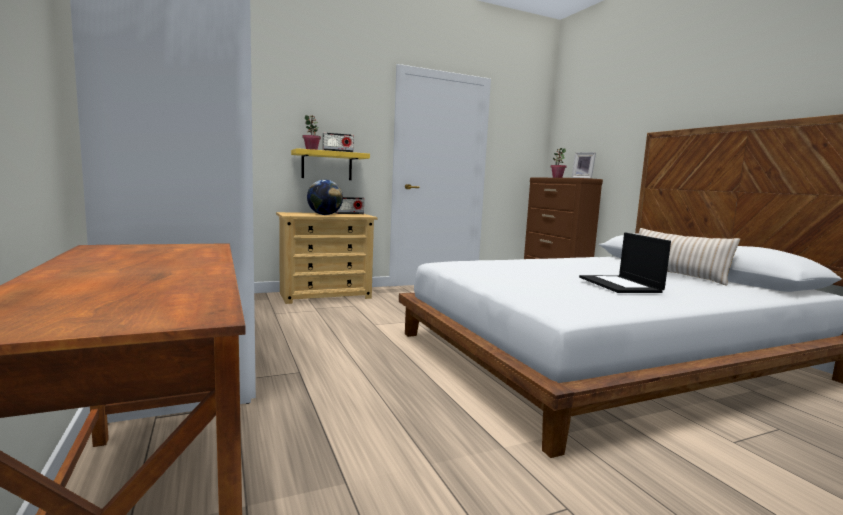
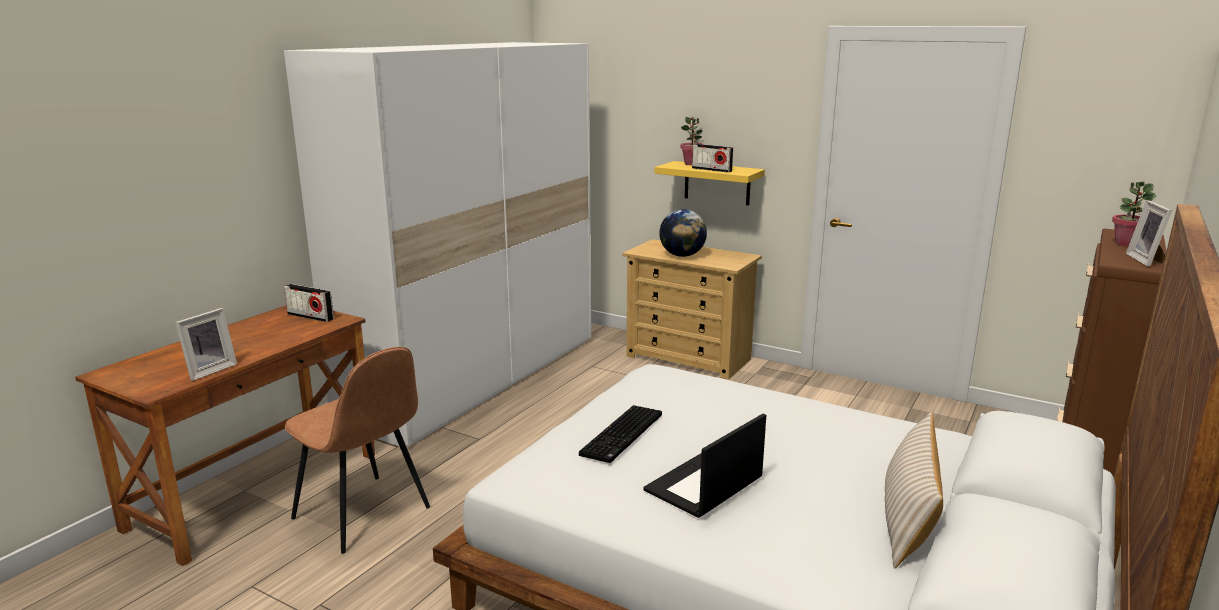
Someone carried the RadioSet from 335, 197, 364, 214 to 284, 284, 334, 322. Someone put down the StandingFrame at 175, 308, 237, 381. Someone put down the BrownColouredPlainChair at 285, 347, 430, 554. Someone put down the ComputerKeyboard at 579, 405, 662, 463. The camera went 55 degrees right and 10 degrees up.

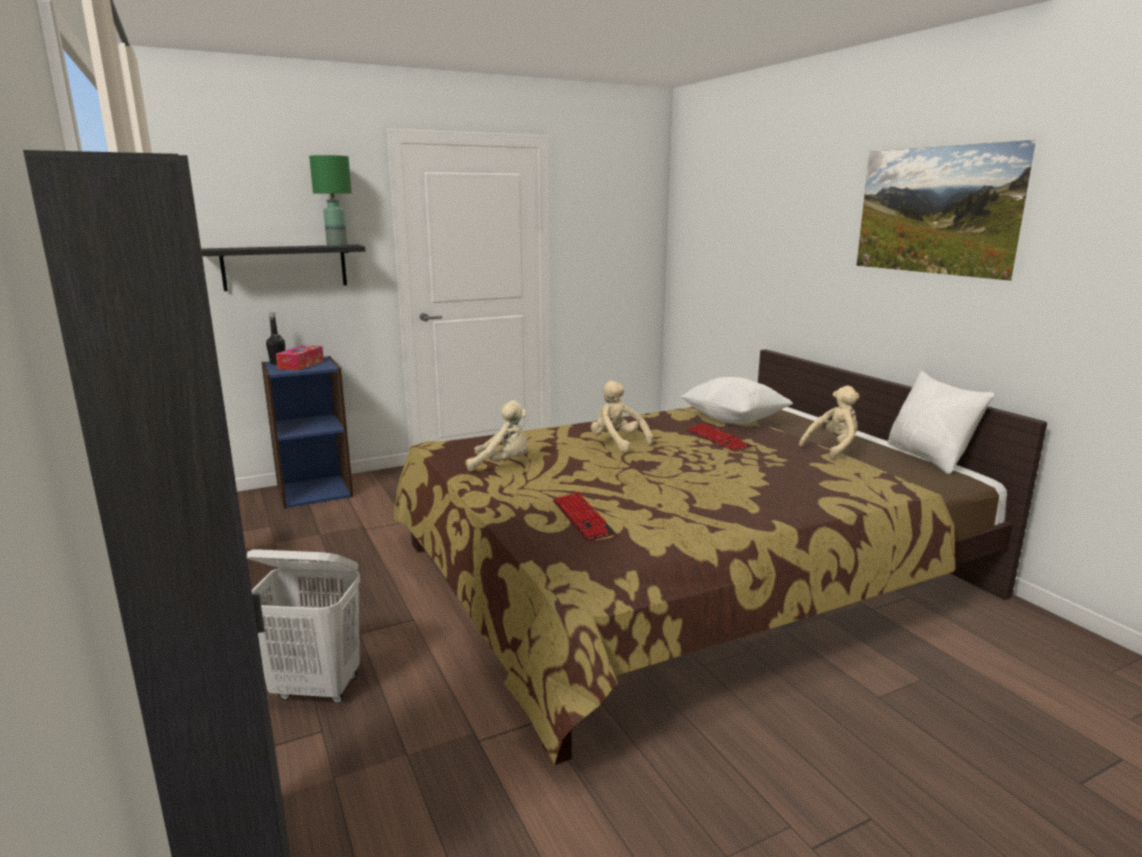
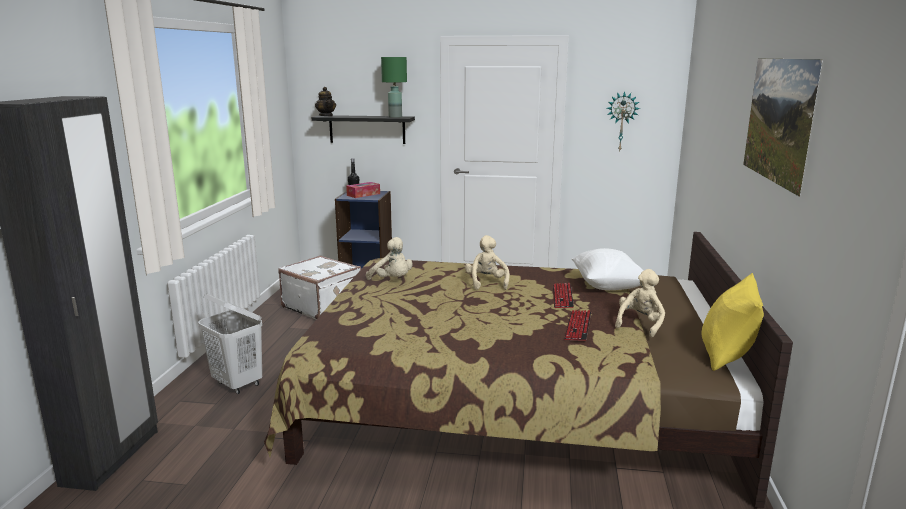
Someone repainted the WhitishThrowPillow at 888, 371, 994, 474, which became the YellowishThrowPillow at 701, 273, 764, 371. Someone rotated the SandColouredSoftToy at 799, 386, 860, 459 by 60 degrees counterclockwise. Someone carried the ComputerKeyboard from 553, 492, 616, 541 to 564, 310, 591, 341. Someone put down the TeaPot at 315, 87, 336, 116. Someone put up the ClockOnTheWall at 607, 91, 640, 151. Someone put down the WhitishPieceOfLuggage at 278, 256, 361, 320. The camera went 35 degrees right and 0 degrees up.

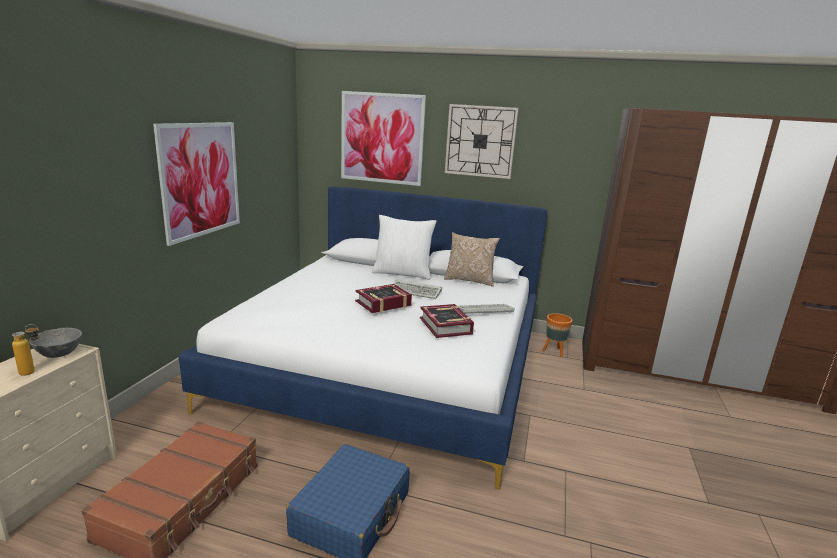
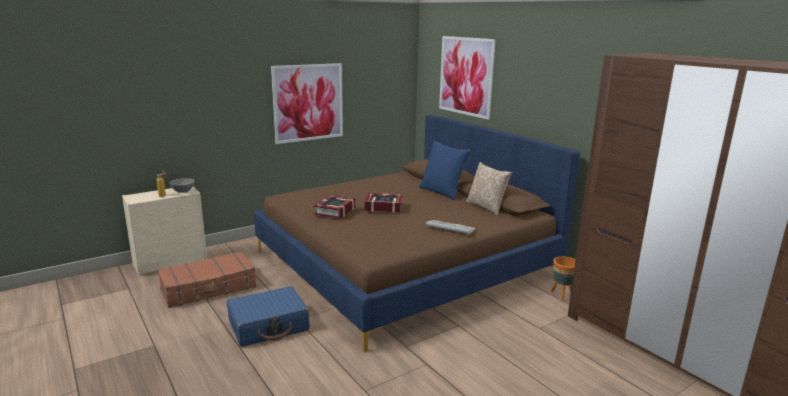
Someone took away the ClockOnTheWall at 445, 104, 519, 179. Someone repainted the WhitishBedroomBed at 179, 186, 548, 490, which became the BrownColouredBedroomBed at 254, 115, 580, 352. Someone repainted the WhitishThrowPillow at 372, 215, 436, 280, which became the BlueColouredThrowPillow at 419, 141, 470, 200. Someone took away the ComputerKeyboard at 393, 279, 442, 299. Someone carried the Volume from 420, 304, 474, 338 to 314, 195, 355, 219. The camera went 40 degrees right and 0 degrees up.

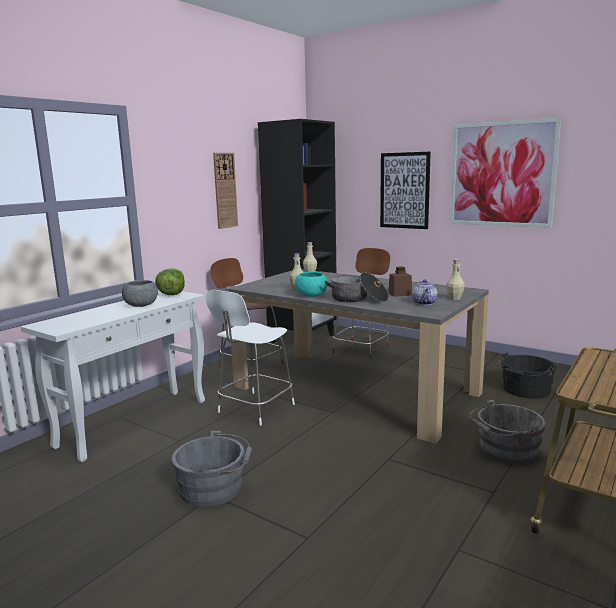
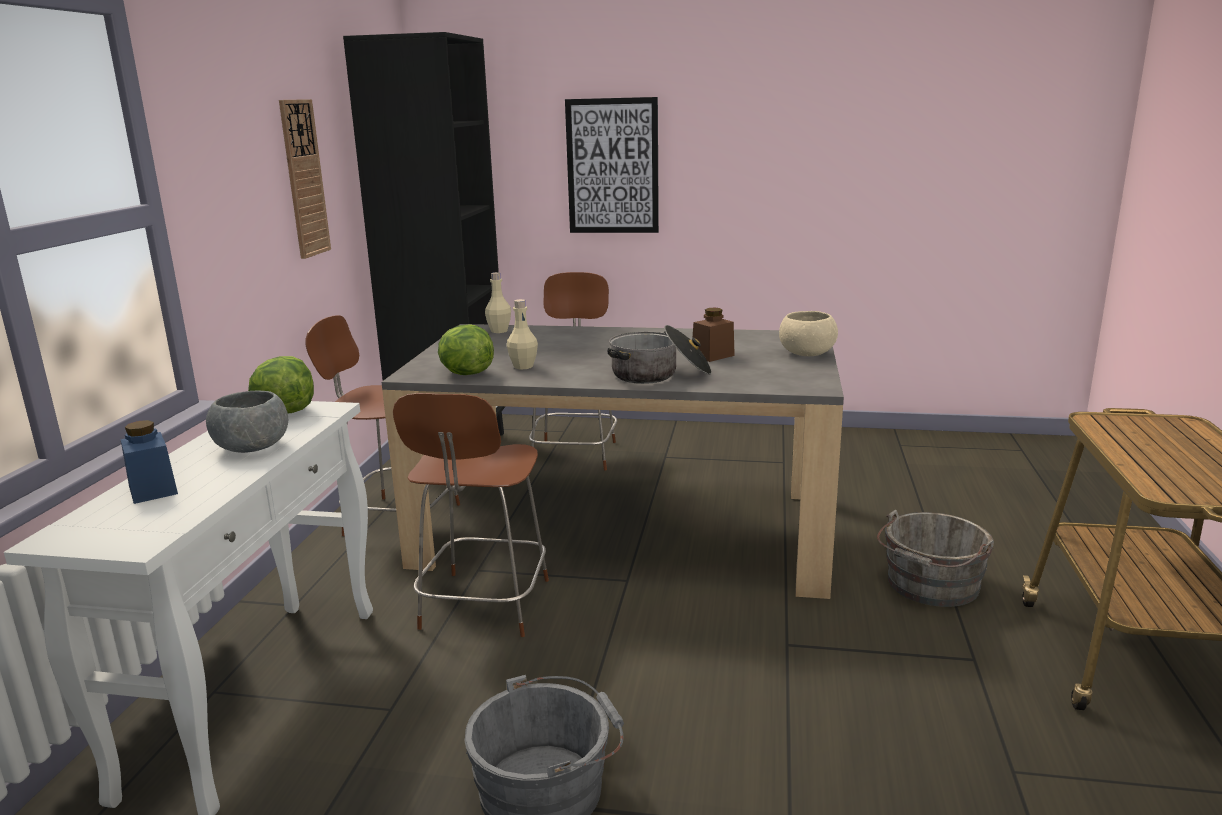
Someone took away the WallPicture at 450, 118, 561, 228. Someone swapped the SandColouredBeverageBottle at 446, 259, 465, 300 for the SandColouredServingBowl at 779, 311, 838, 356. Someone took away the BlueGreenServingBowl at 295, 272, 327, 297. Someone took away the TeaPot at 412, 279, 437, 305. Someone repainted the WhitishPlainChair at 206, 290, 295, 426, which became the BrownColouredPlainChair at 393, 393, 549, 637. Someone took away the BlackPail at 497, 353, 557, 399. Someone put down the Lettuce at 438, 324, 494, 375. Someone put down the BlueColouredPreserveJar at 120, 420, 178, 504. The camera went 25 degrees left and 5 degrees up.

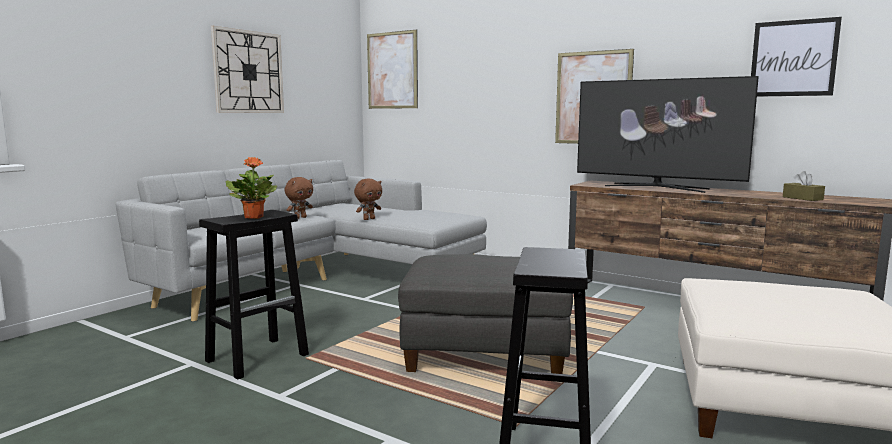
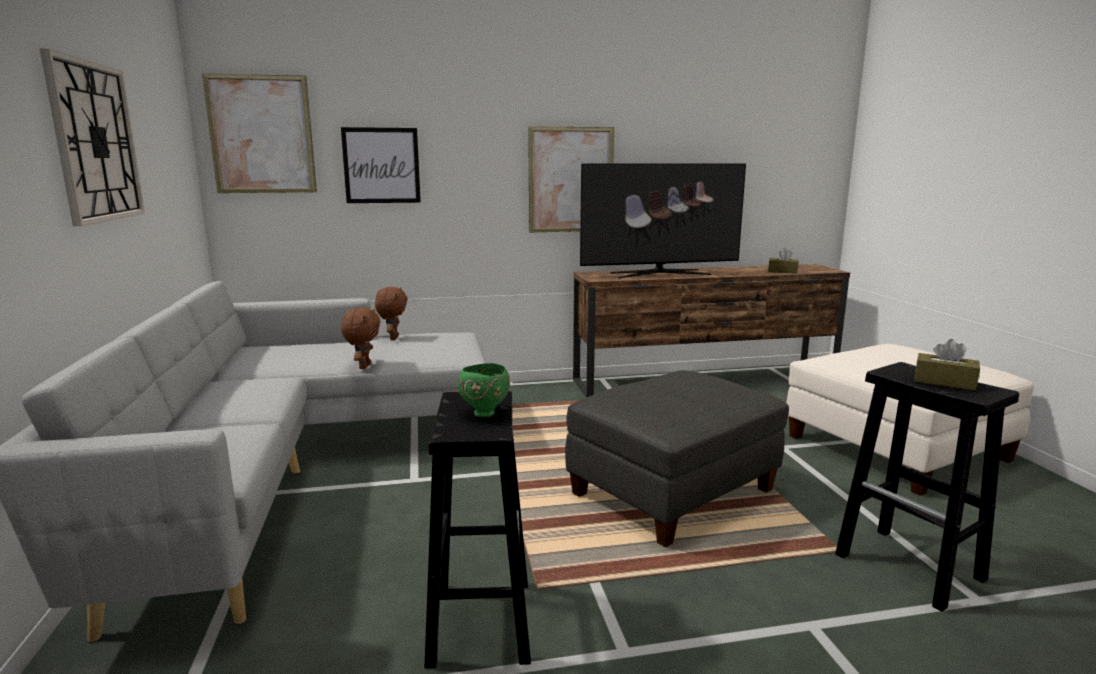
Someone carried the WallPicture from 751, 17, 842, 97 to 341, 127, 421, 203. Someone swapped the PlantInAPot at 226, 157, 277, 219 for the GreenServingBowl at 457, 363, 510, 417. Someone carried the BrownColouredSoftToy from 285, 177, 313, 219 to 375, 287, 408, 340. Someone put down the BrownColouredTissueHolder at 914, 339, 980, 391. The camera went 45 degrees left and 5 degrees up.

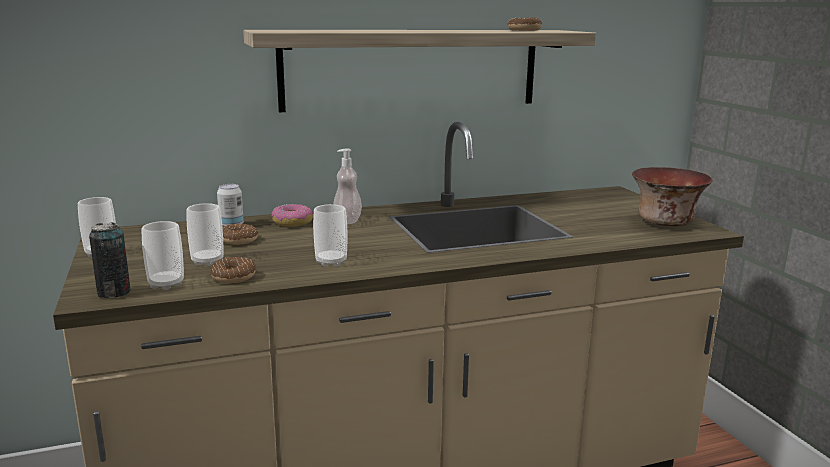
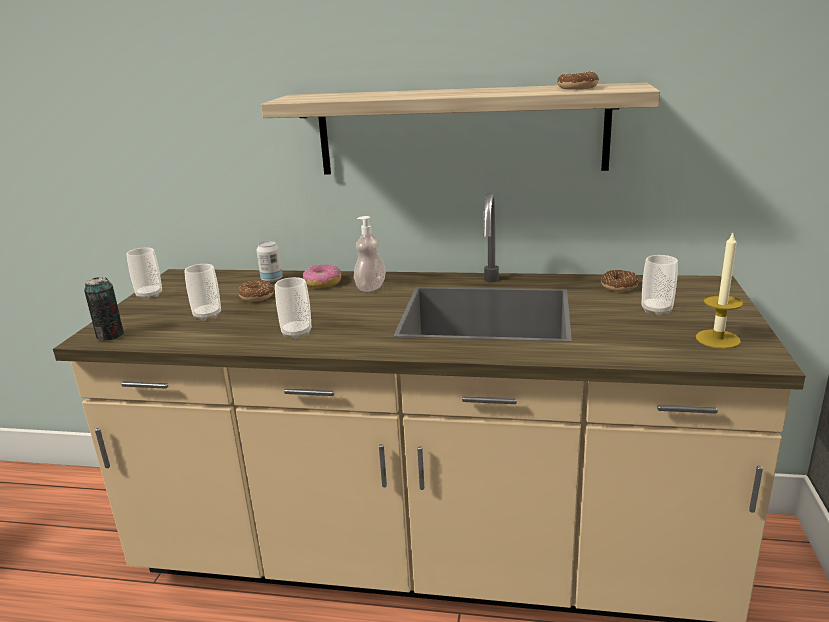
Someone swapped the ServingBowl at 632, 167, 713, 226 for the WaxCandle at 696, 233, 743, 349. Someone carried the Cup from 142, 221, 184, 290 to 642, 255, 678, 315. Someone carried the RingDoughnut from 210, 257, 256, 283 to 601, 270, 639, 292. The camera went 30 degrees right and 5 degrees up.

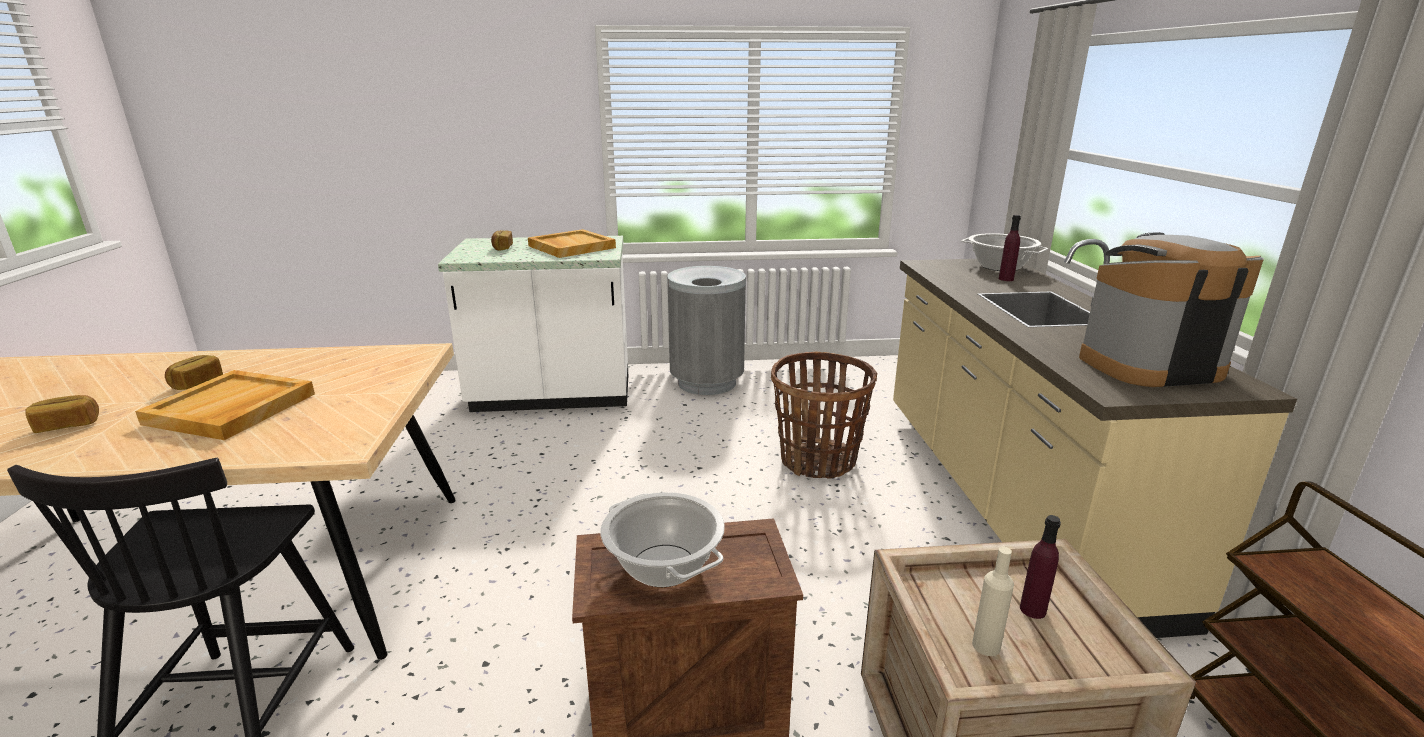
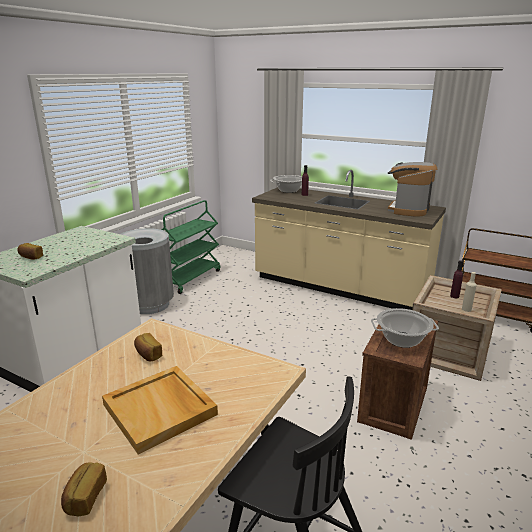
Someone took away the SandColouredTray at 528, 229, 616, 258. Someone took away the Basket at 771, 352, 877, 479. Someone carried the BakeryBread from 165, 355, 223, 390 to 134, 333, 162, 361. Someone put down the GreenTrolley at 162, 200, 221, 294. The camera went 55 degrees left and 0 degrees up.

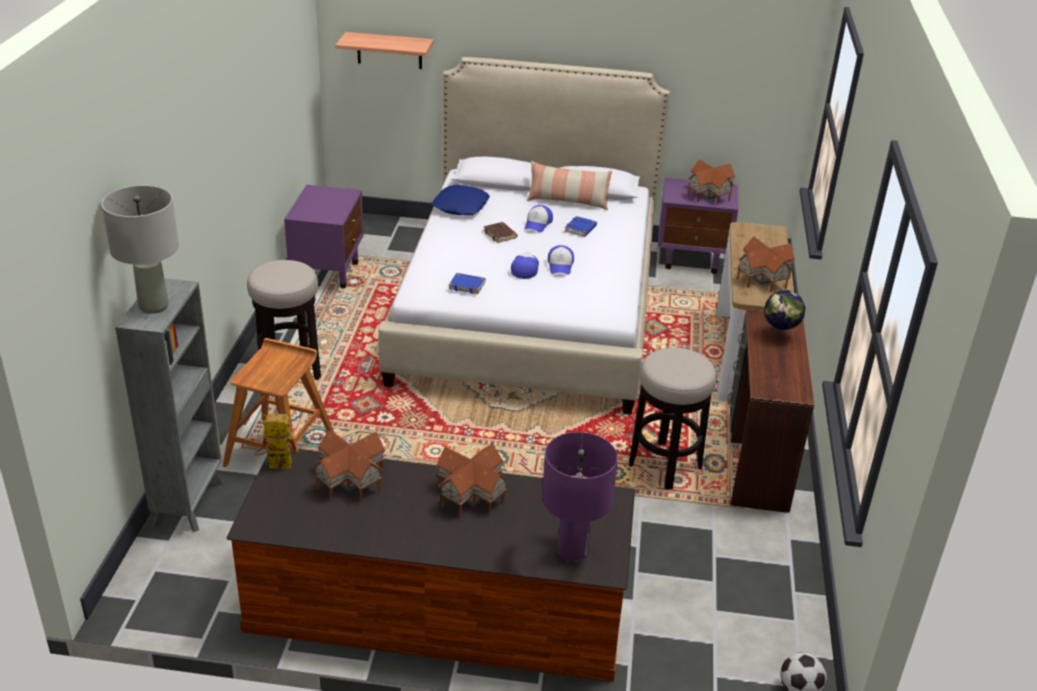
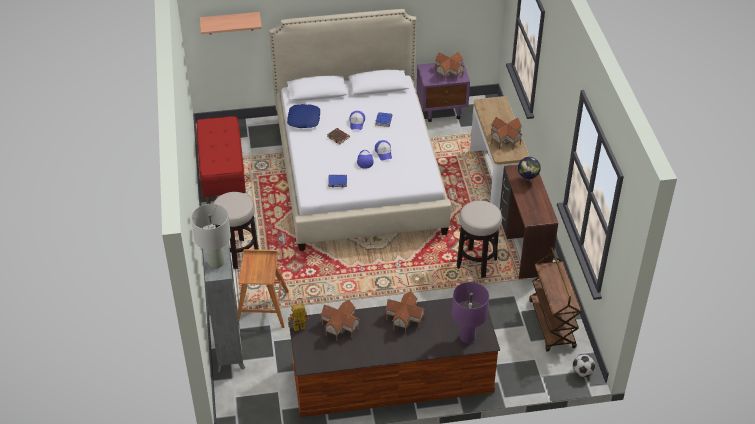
Someone took away the ThrowPillow at 527, 161, 612, 210. Someone swapped the PurpleColouredBedsideTable at 284, 185, 364, 288 for the ReddishLongSeat at 196, 116, 246, 204. Someone put down the BrownColouredTrolley at 529, 247, 582, 351. The camera went 15 degrees left and 10 degrees up.

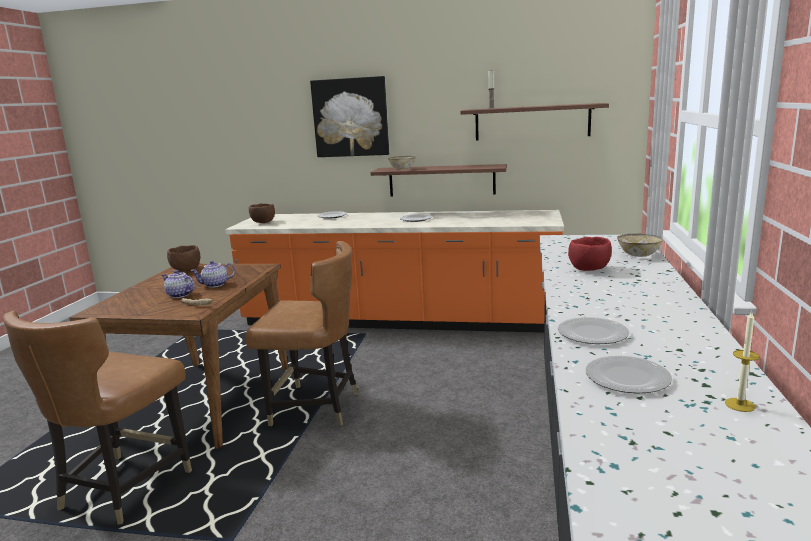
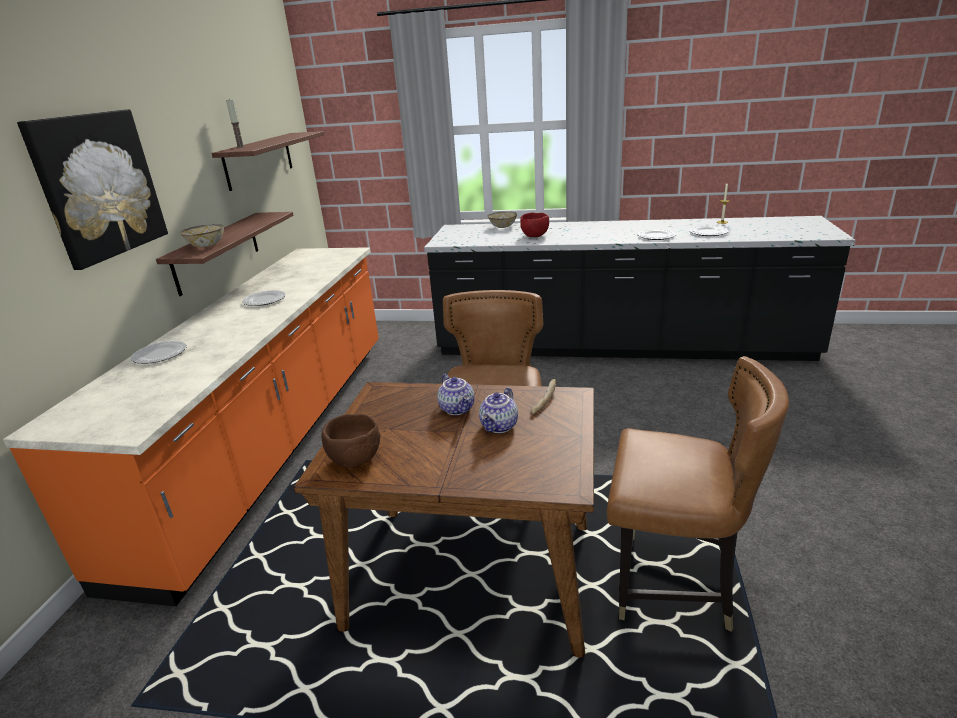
Someone took away the BrownColouredServingBowl at 249, 204, 275, 223. The camera went 90 degrees left and 10 degrees up.

